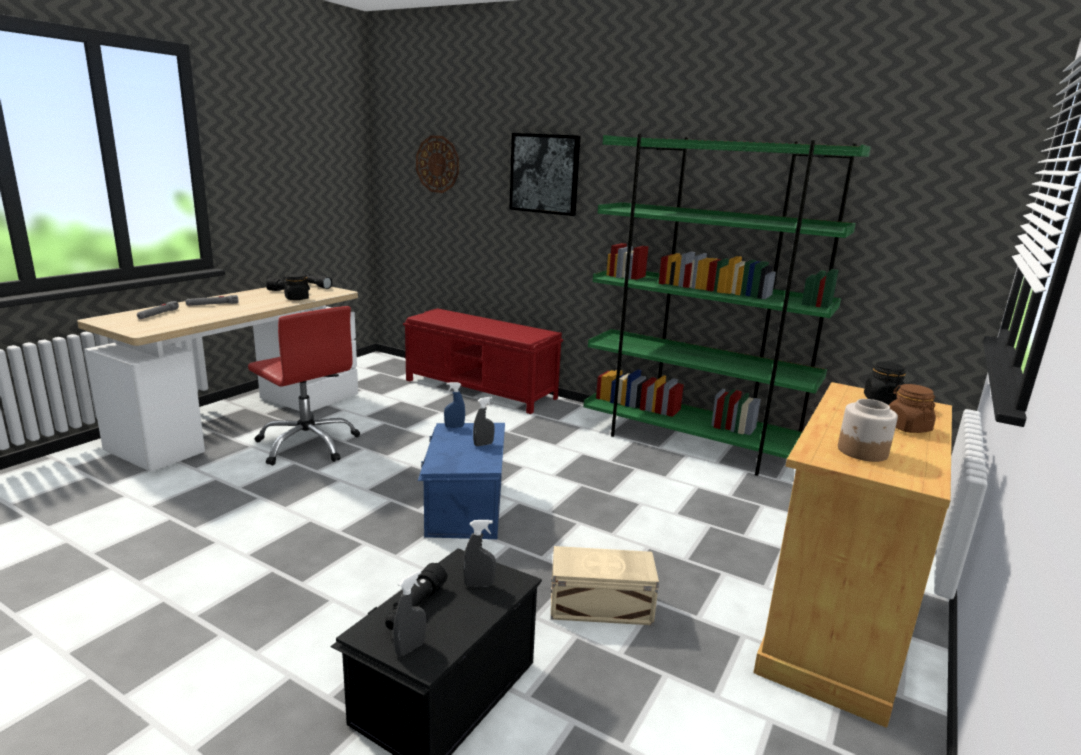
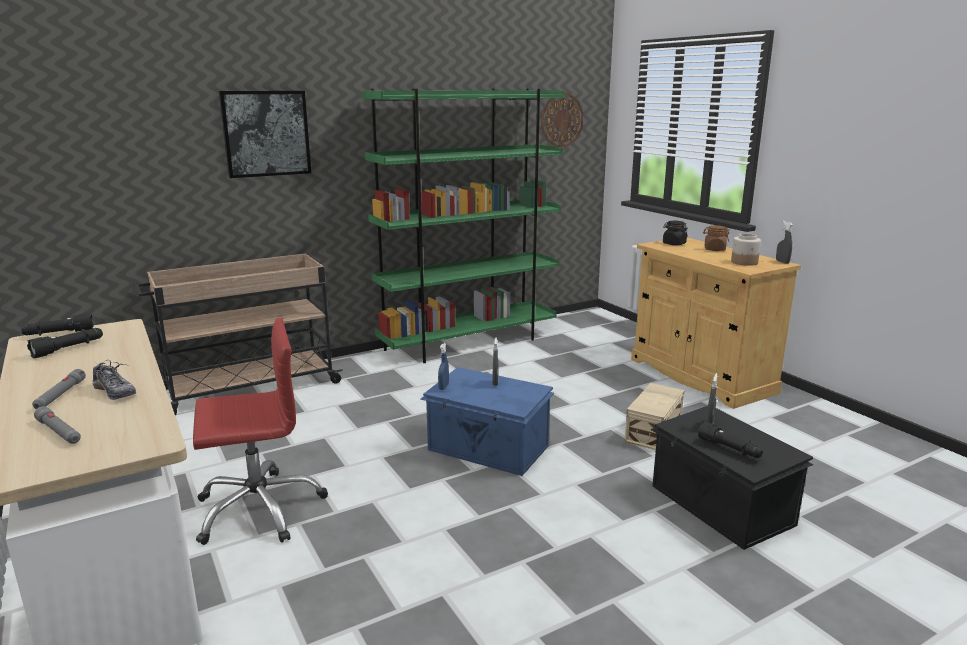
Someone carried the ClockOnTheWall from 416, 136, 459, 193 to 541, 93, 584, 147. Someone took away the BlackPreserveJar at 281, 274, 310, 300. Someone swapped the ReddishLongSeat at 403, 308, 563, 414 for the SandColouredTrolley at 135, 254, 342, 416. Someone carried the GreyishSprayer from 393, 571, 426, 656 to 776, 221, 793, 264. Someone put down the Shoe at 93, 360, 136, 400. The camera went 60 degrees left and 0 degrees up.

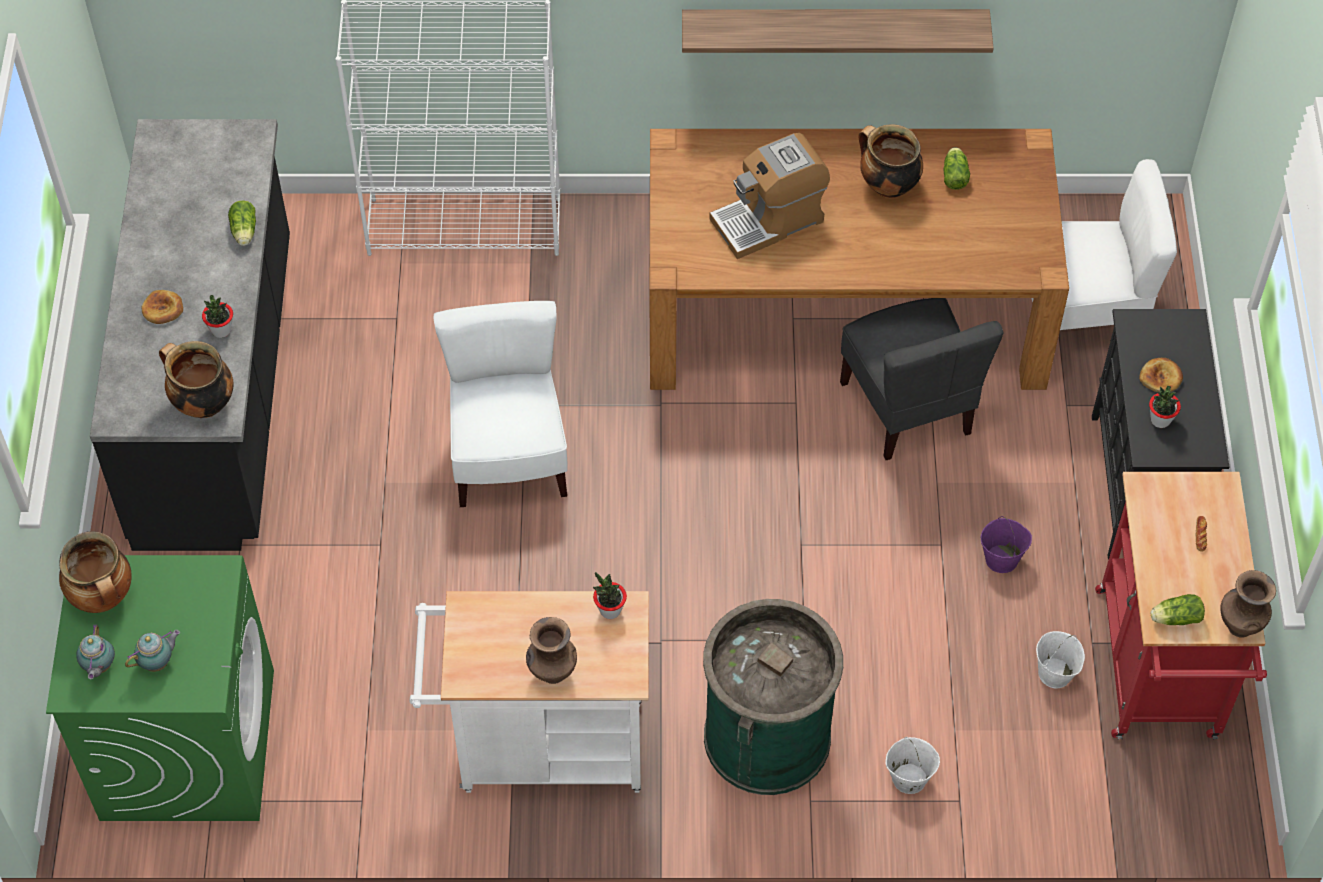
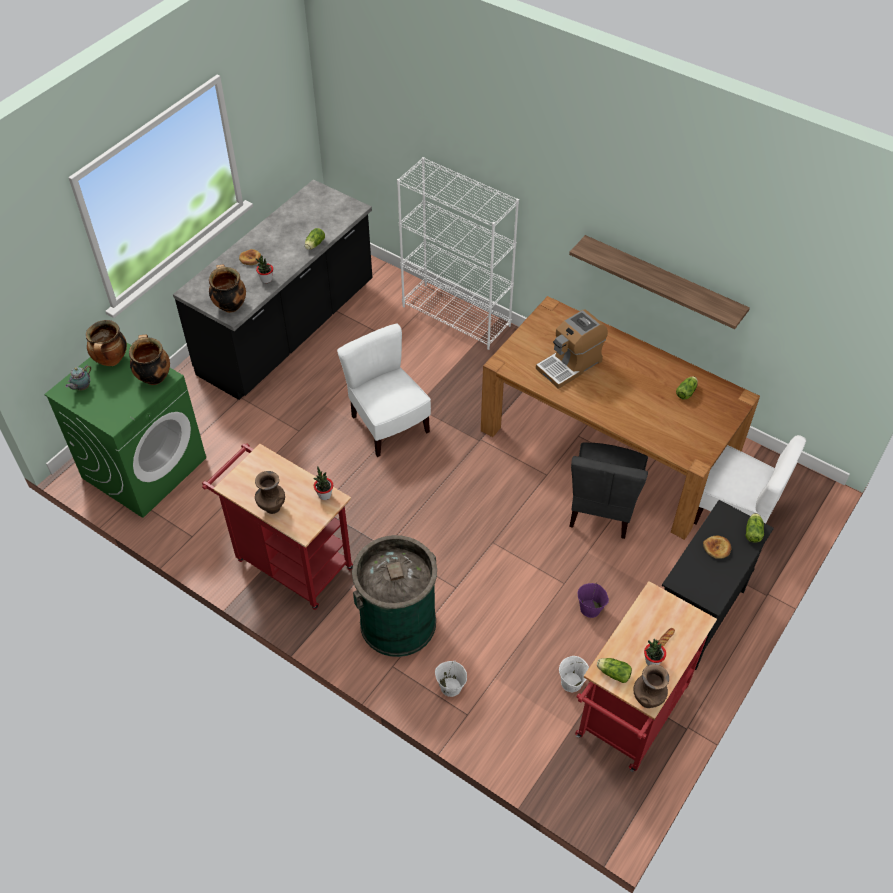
Someone carried the CookingPot from 859, 125, 923, 198 to 129, 334, 170, 385. Someone rotated the CoffeeMaker at 709, 133, 830, 259 by 45 degrees counterclockwise. Someone rotated the WhitishPlainChair at 434, 301, 568, 507 by 60 degrees counterclockwise. Someone carried the PlantInAPot from 1149, 386, 1181, 428 to 644, 638, 666, 665. Someone repainted the WhitishTrolley at 410, 591, 649, 793, which became the ReddishTrolley at 202, 443, 353, 610. Someone took away the TeaPot at 125, 630, 180, 672. Someone put down the Lettuce at 745, 513, 764, 543. The camera went 35 degrees right and 5 degrees down.

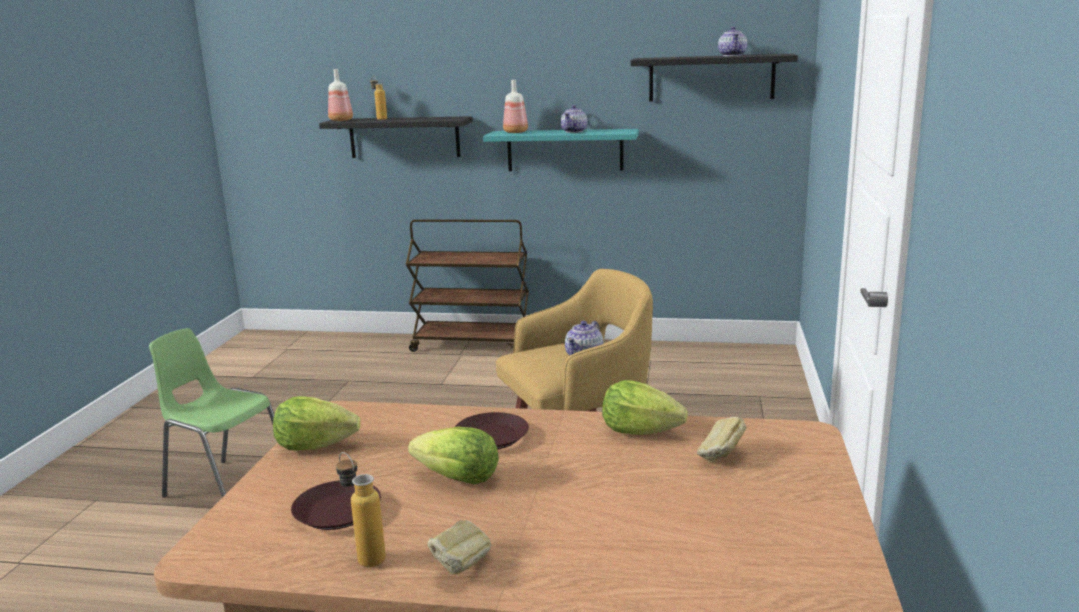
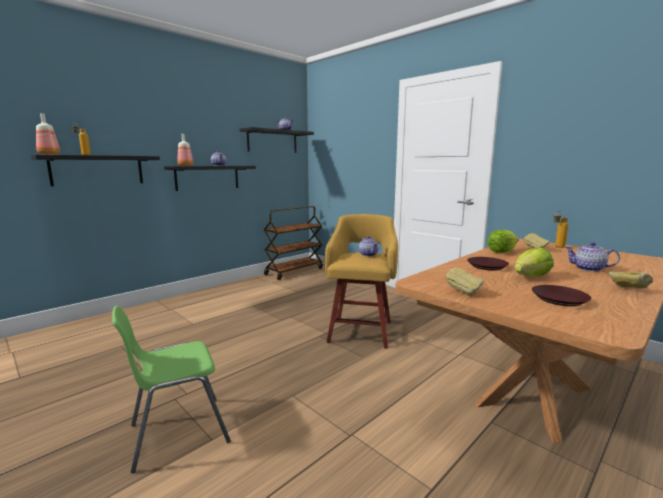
Someone repainted the BlueGreenWallShelf at 483, 129, 639, 171, which became the BlackWallShelf at 164, 166, 256, 191. Someone carried the BrownColouredTrolley from 406, 219, 529, 352 to 264, 206, 323, 280. Someone swapped the Lettuce at 273, 396, 361, 451 for the BakeryBread at 445, 267, 484, 295. Someone carried the BeverageBottle from 336, 452, 386, 567 to 553, 211, 569, 248. Someone put down the TeaPot at 565, 242, 620, 272. The camera went 55 degrees left and 5 degrees down.

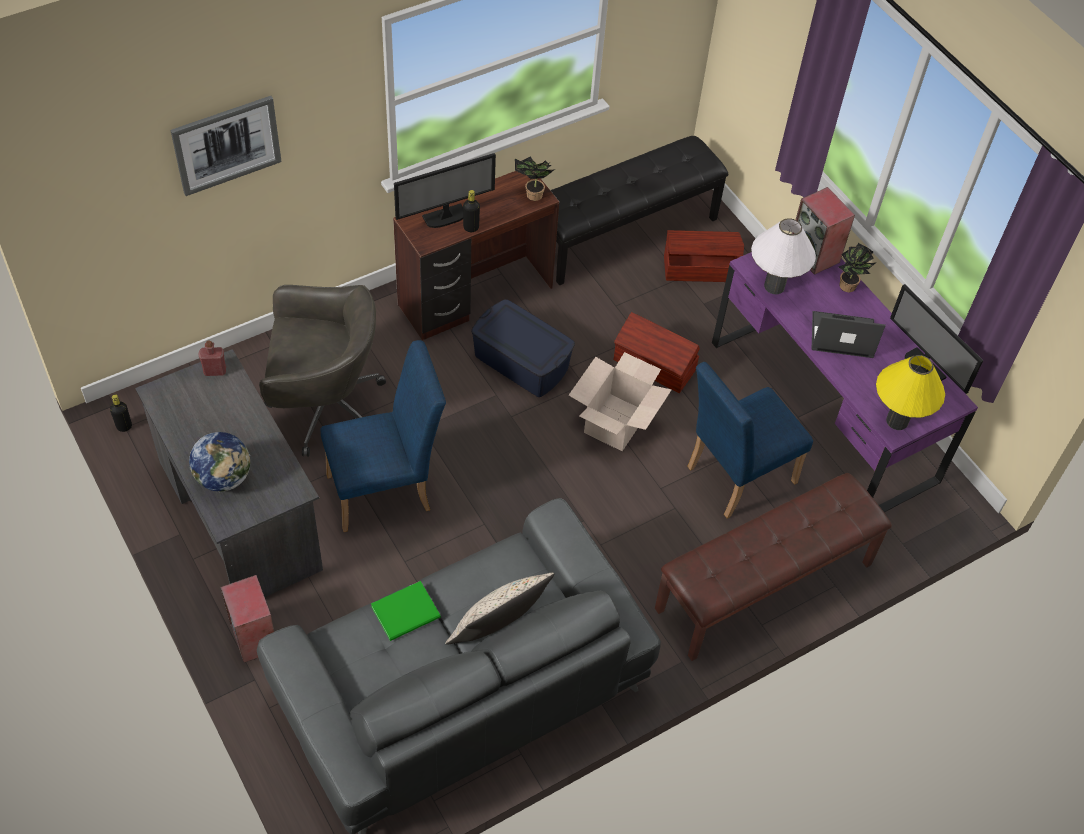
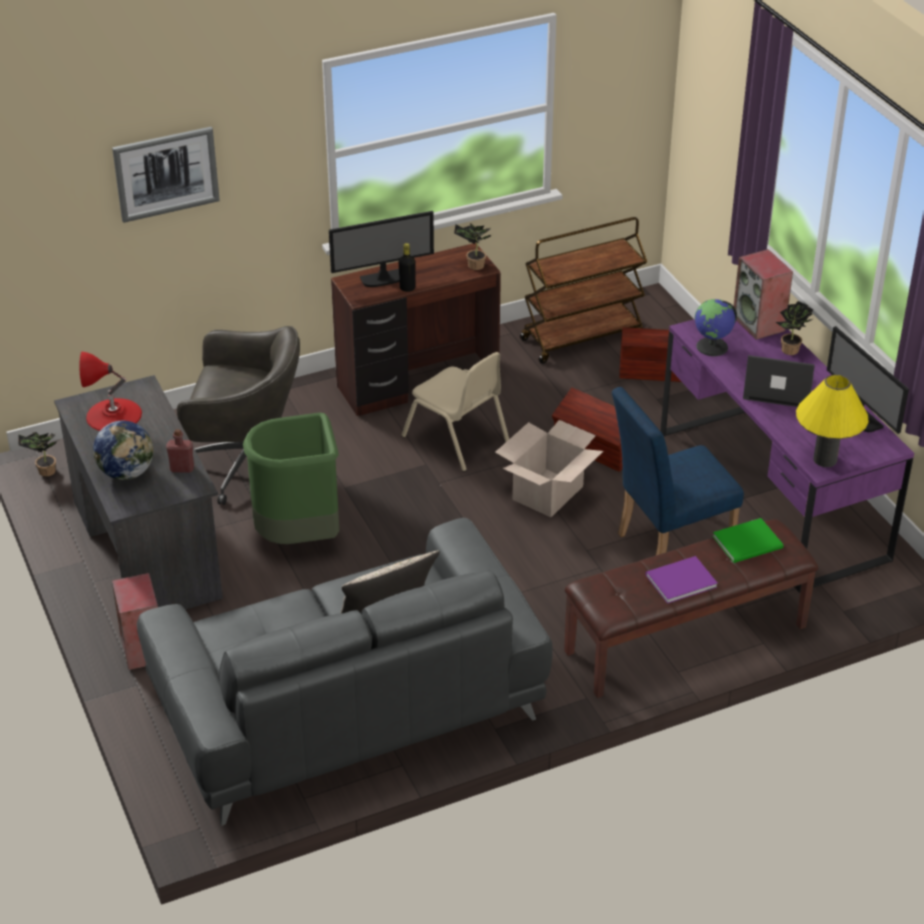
Someone swapped the BlackLongSeat at 550, 136, 729, 285 for the BrownColouredTrolley at 520, 217, 647, 364. Someone swapped the WhitishLampForATable at 751, 218, 816, 294 for the Globe at 695, 299, 737, 356. Someone swapped the BlueColouredStorageContainer at 471, 299, 575, 397 for the SandColouredPlainChair at 401, 352, 509, 472. Someone swapped the BlueColouredPlainChair at 320, 340, 446, 532 for the GreenWasteBin at 243, 413, 339, 544. Someone carried the ReddishBeverageBottle from 199, 341, 226, 376 to 166, 429, 194, 473. Someone swapped the BlackBeverageBottle at 110, 395, 132, 432 for the PlantInAPot at 19, 432, 59, 477. Someone carried the GreenVolume from 371, 581, 441, 641 to 713, 518, 784, 563. Someone put down the ReddishLampForATable at 80, 352, 142, 431. Someone put down the PurpleColouredVolume at 646, 556, 718, 604. The camera went 10 degrees right and 15 degrees down.

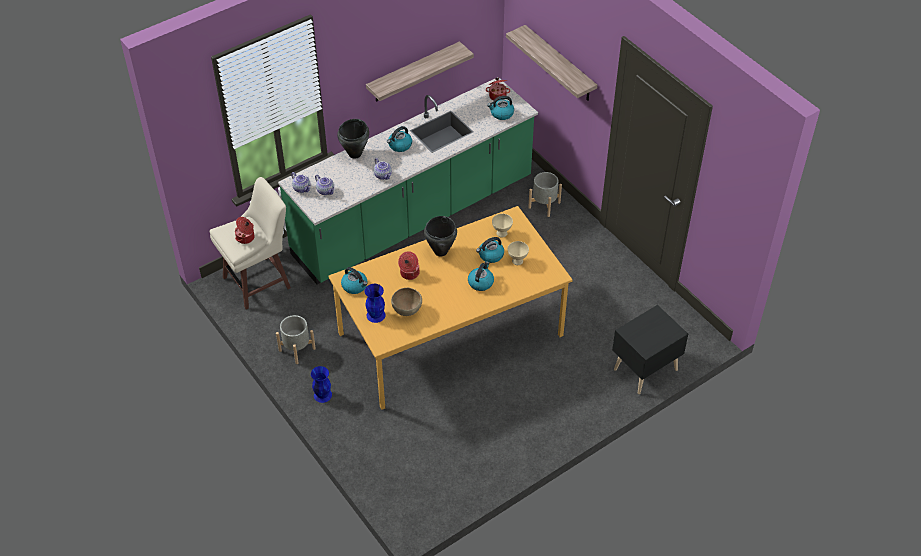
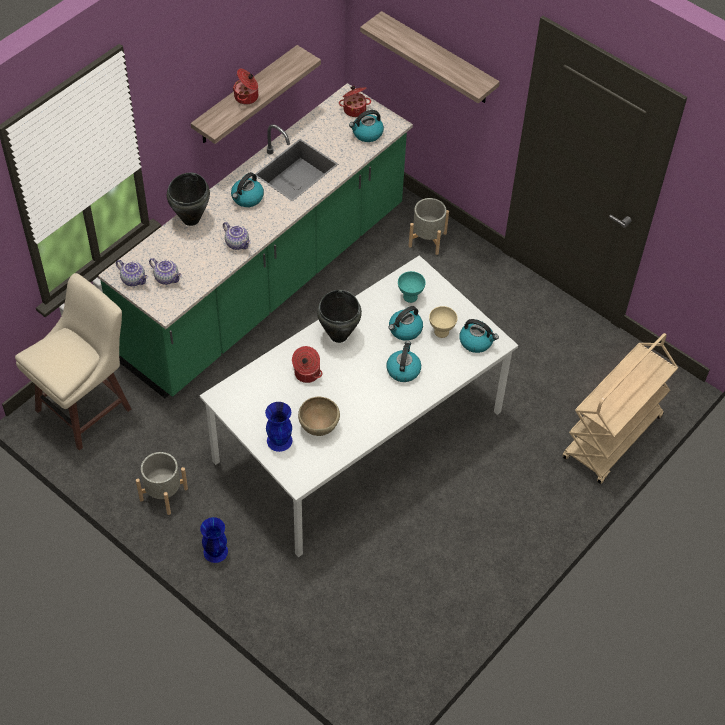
Someone repainted the OrangeColouredDinnerTable at 328, 206, 573, 410, which became the WhitishDinnerTable at 200, 255, 518, 557. Someone repainted the SandColouredServingBowl at 492, 214, 513, 237, which became the BlueGreenServingBowl at 398, 271, 426, 303. Someone carried the CookingPot from 235, 217, 255, 244 to 233, 69, 258, 105. Someone carried the WaterKettle from 341, 267, 367, 294 to 459, 319, 499, 353. Someone swapped the BlackBedsideTable at 612, 305, 688, 394 for the SandColouredTrolley at 562, 333, 678, 484. The camera went 15 degrees left and 5 degrees up.

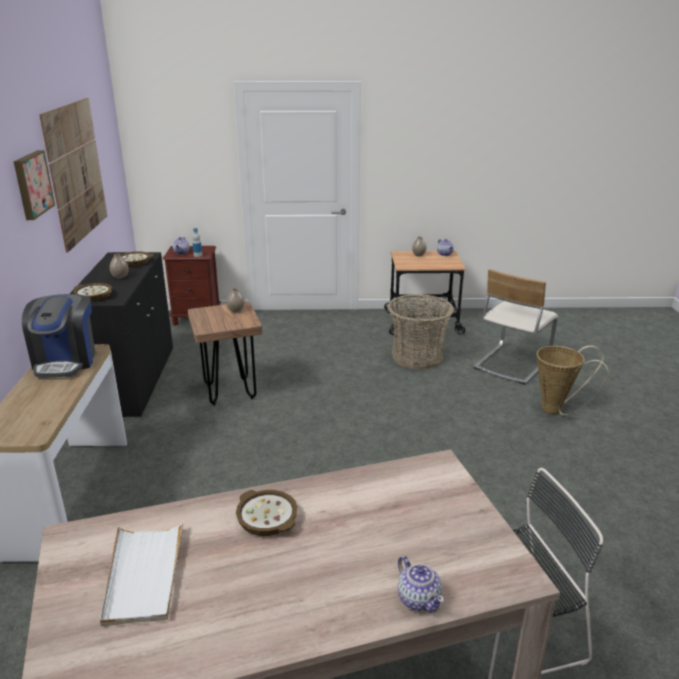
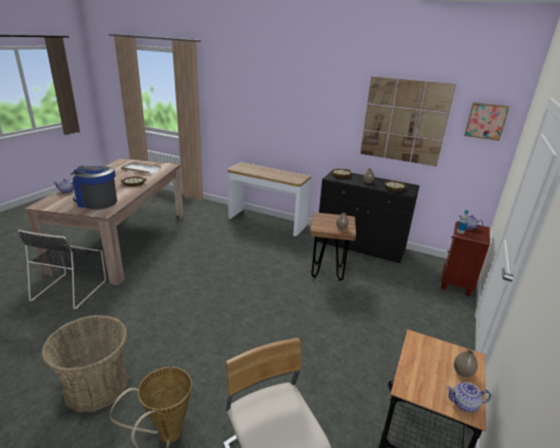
Someone carried the WallPicture from 14, 150, 55, 220 to 464, 103, 509, 141. Someone carried the CoffeeMaker from 22, 294, 95, 377 to 71, 166, 117, 210. Someone carried the Basket from 387, 294, 454, 369 to 41, 315, 128, 412. The camera went 115 degrees right and 0 degrees up.

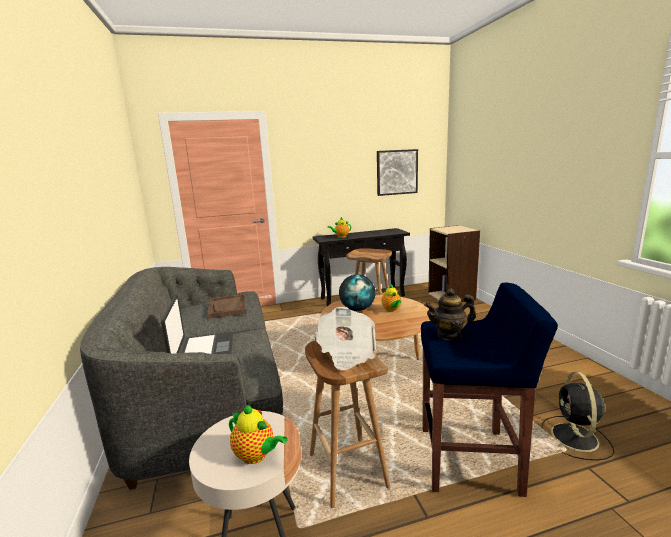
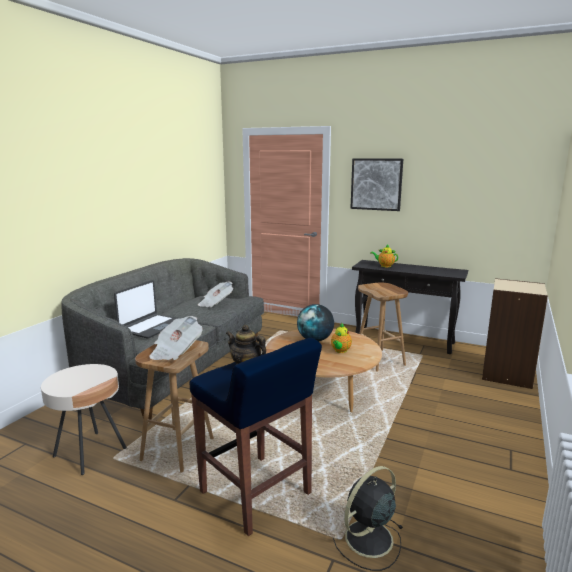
Someone carried the WallPicture from 377, 149, 418, 196 to 350, 158, 403, 211. Someone swapped the BrownColouredTray at 207, 294, 247, 319 for the DailyPaper at 198, 281, 233, 307. Someone took away the TeaPot at 229, 405, 287, 464. The camera went 40 degrees right and 0 degrees up.

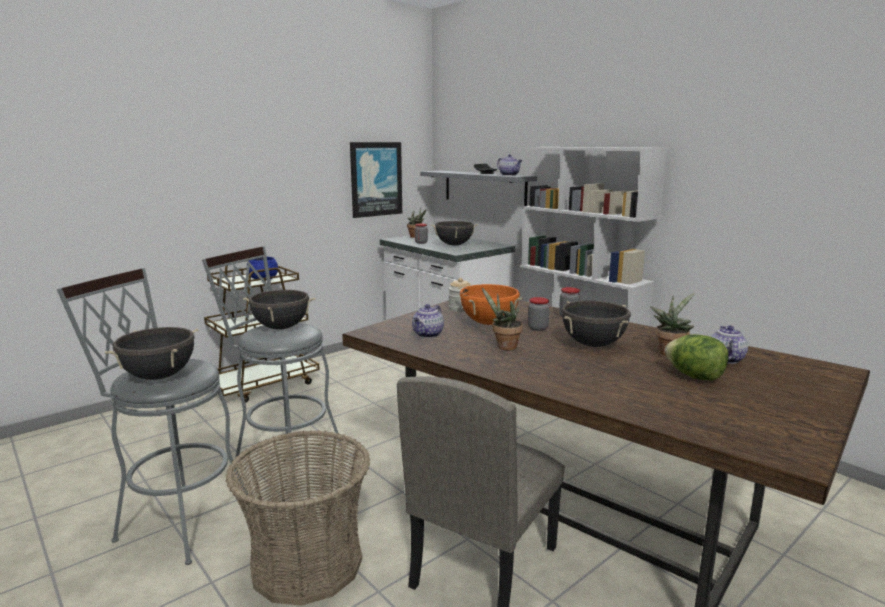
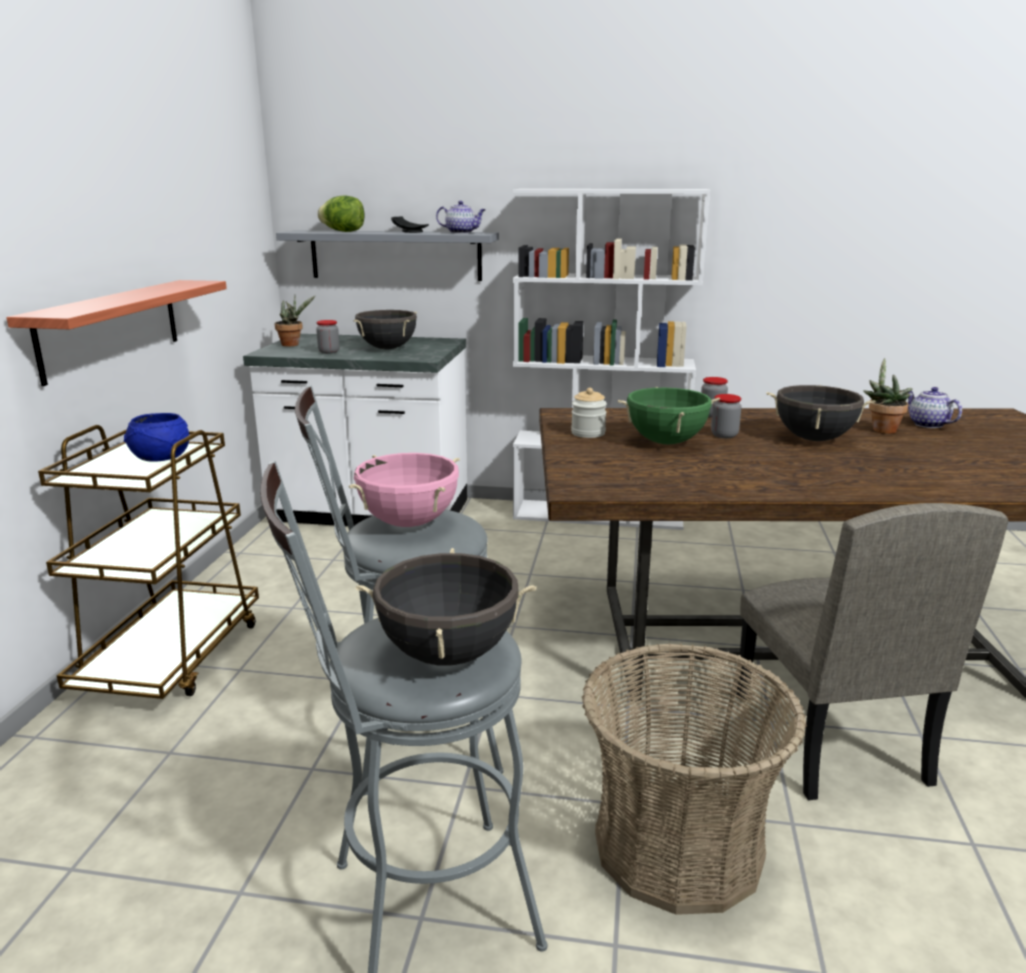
Someone took away the WallPicture at 350, 142, 402, 218. Someone repainted the OrangeColouredCookingPot at 458, 284, 523, 325, which became the GreenCookingPot at 618, 387, 720, 444. Someone took away the PlantInAPot at 482, 288, 523, 350. Someone repainted the BlackCookingPot at 243, 289, 316, 330, which became the PinkColouredCookingPot at 349, 453, 460, 527. Someone took away the TeaPot at 412, 304, 444, 338. Someone carried the Lettuce from 665, 334, 729, 381 to 317, 196, 364, 232. Someone put up the WallShelf at 6, 280, 227, 386. The camera went 40 degrees left and 5 degrees up.

